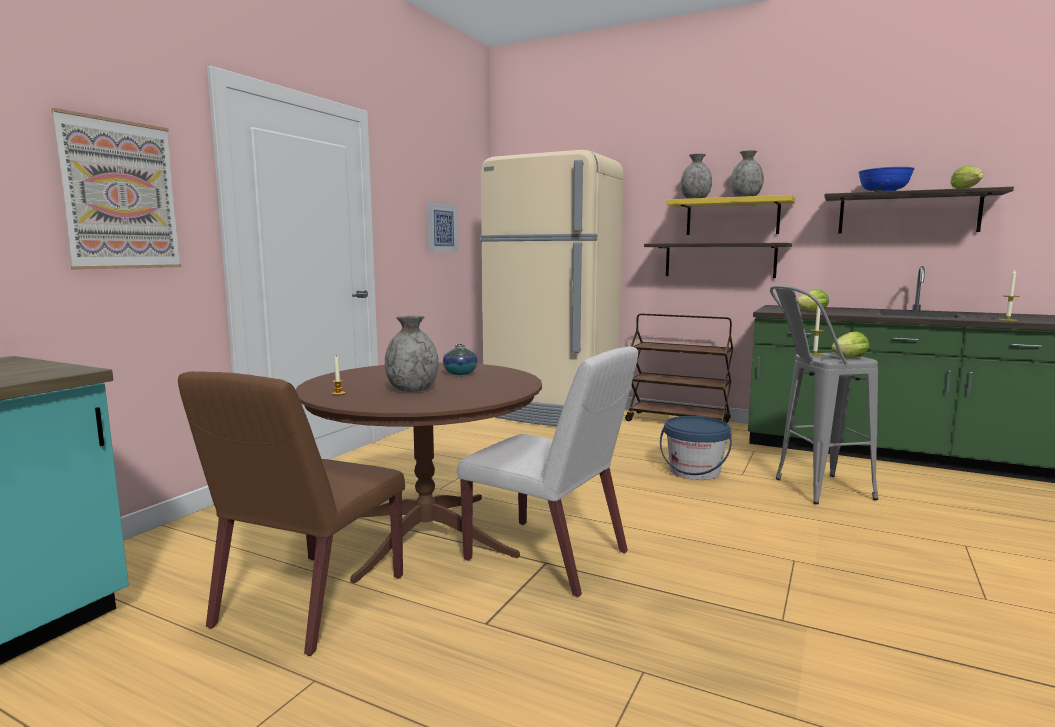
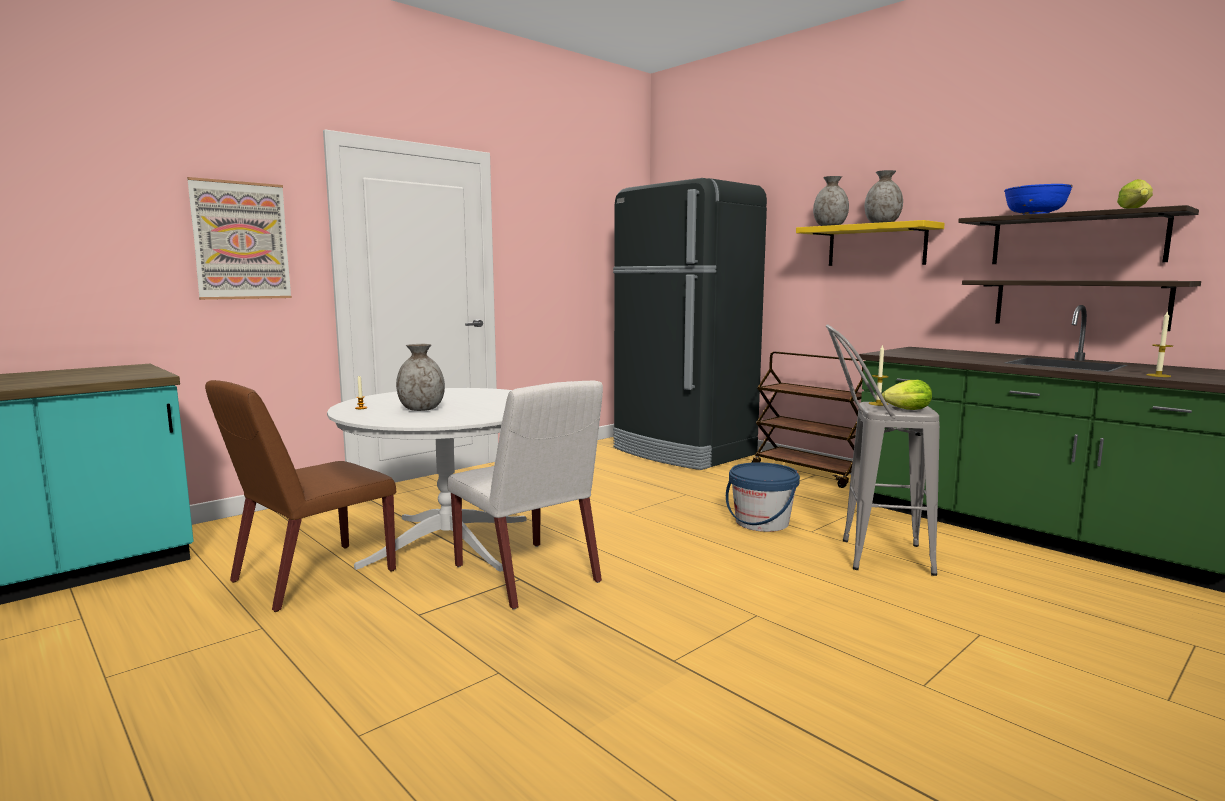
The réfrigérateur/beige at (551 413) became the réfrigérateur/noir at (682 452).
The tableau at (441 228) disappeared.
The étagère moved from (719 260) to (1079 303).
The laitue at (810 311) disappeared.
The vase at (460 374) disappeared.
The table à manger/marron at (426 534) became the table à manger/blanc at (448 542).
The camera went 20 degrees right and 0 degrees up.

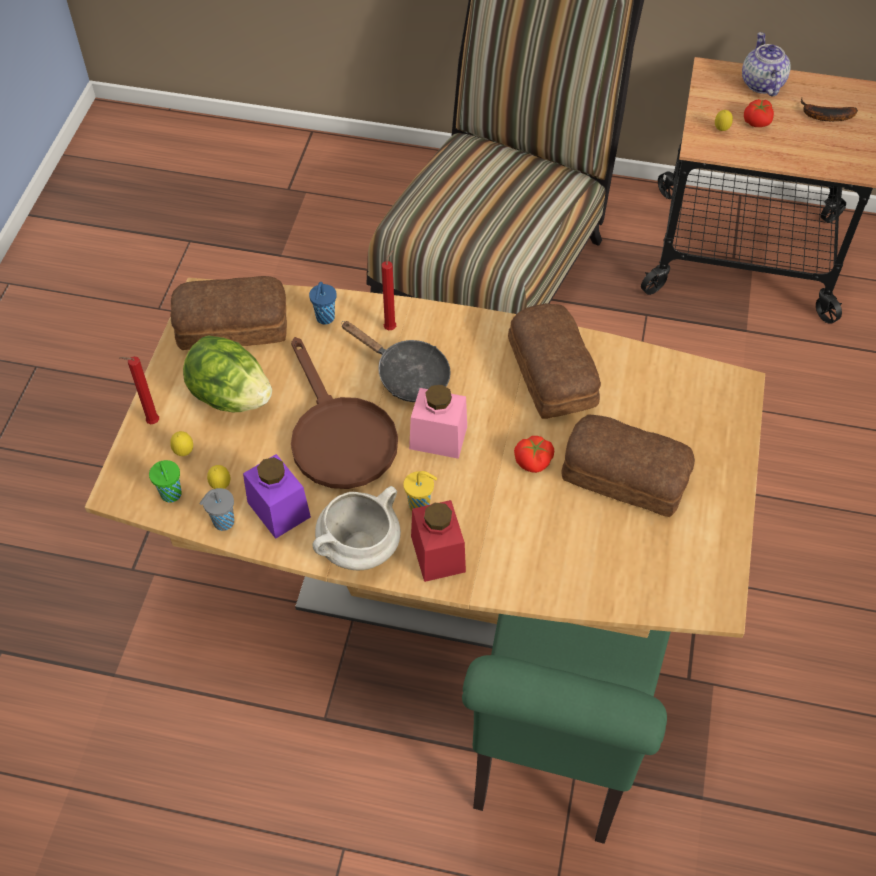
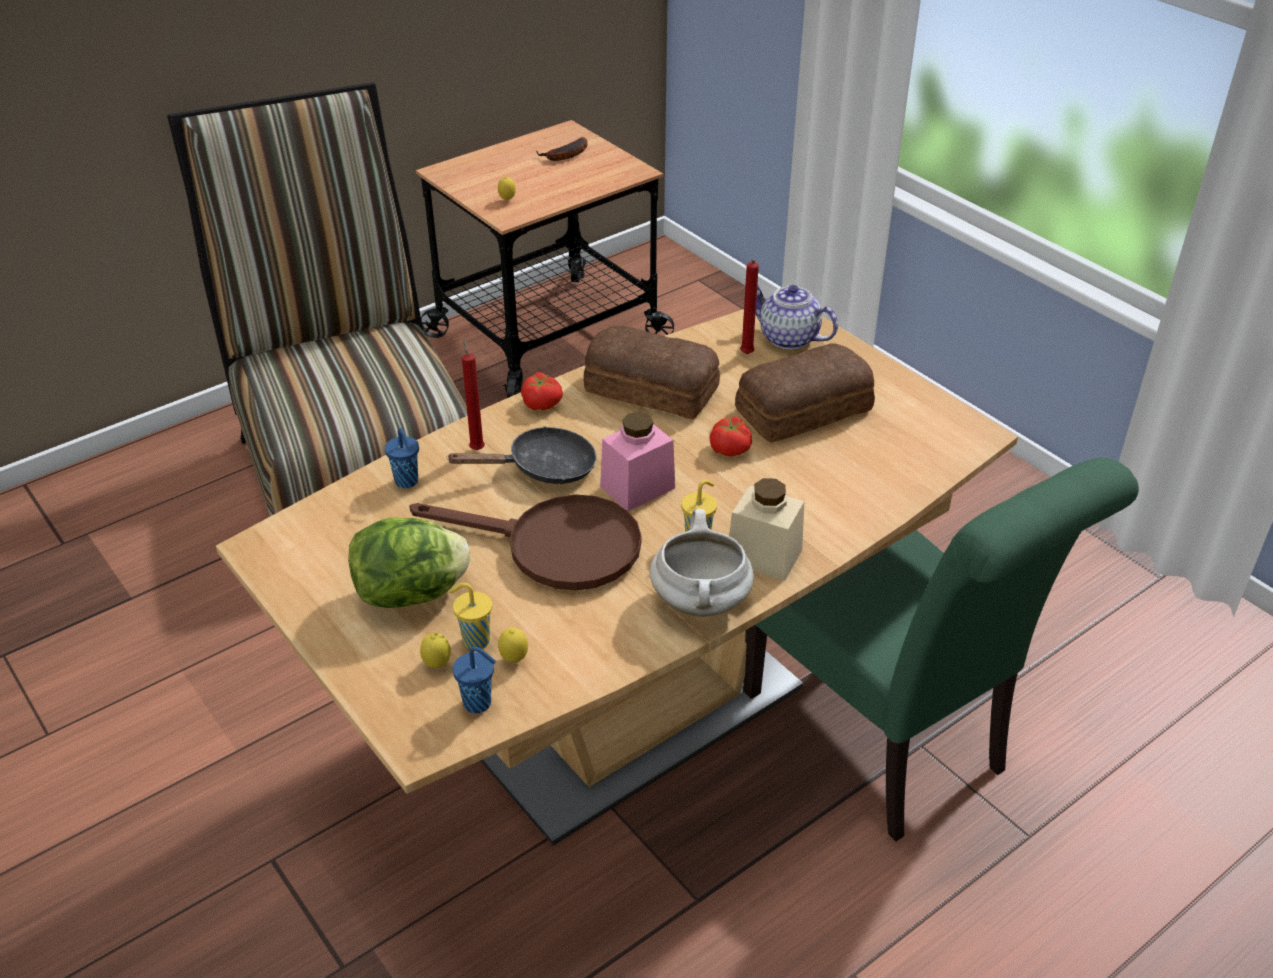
The théière moved from (761 83) to (788 338).
The tomate moved from (757 122) to (542 403).
The pain at (234 327) disappeared.
The bougie/rouge moved from (151 423) to (746 355).
The bocal/violet at (279 509) disappeared.
The tasse/vert at (171 495) became the tasse/bleu at (479 703).
The tasse/gris at (222 523) disappeared.
The bocal/rouge at (438 554) became the bocal/beige at (764 556).
The tasse/jaune at (474 640) appeared.
The camera went 50 degrees left and 15 degrees down.

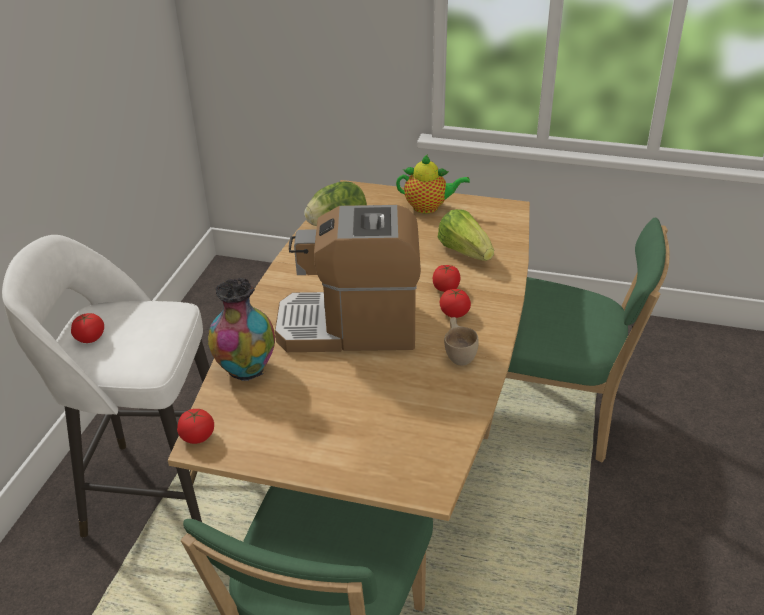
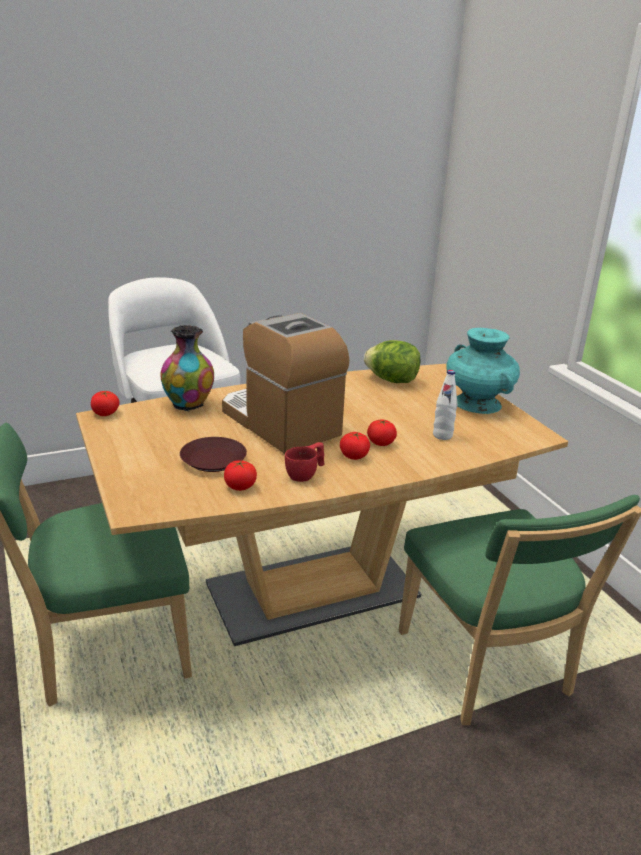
The théière at (428 207) was replaced by the vase/turquoise at (477 403).
The laitue at (465 252) was replaced by the bouteille/blanc at (442 435).
The tomate moved from (90 338) to (240 486).
The tasse/beige at (459 353) became the tasse/rouge at (306 474).
The assiette/marron at (213 459) appeared.
The camera went 50 degrees right and 10 degrees down.

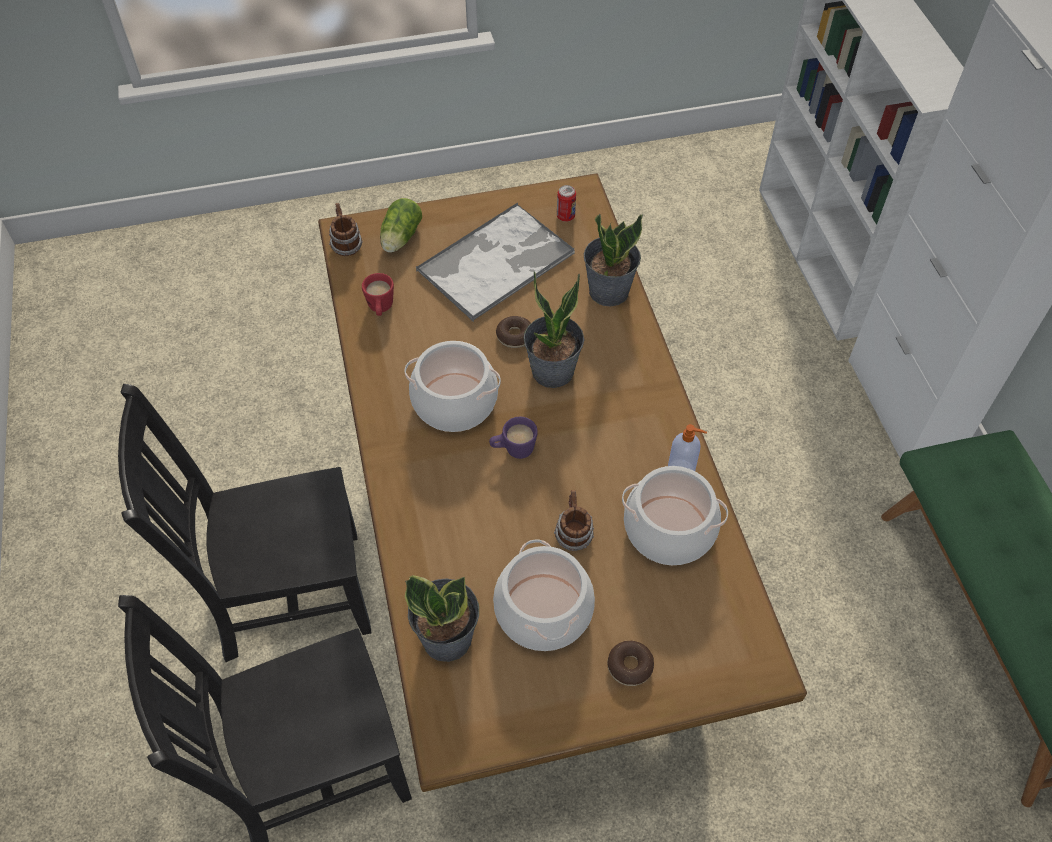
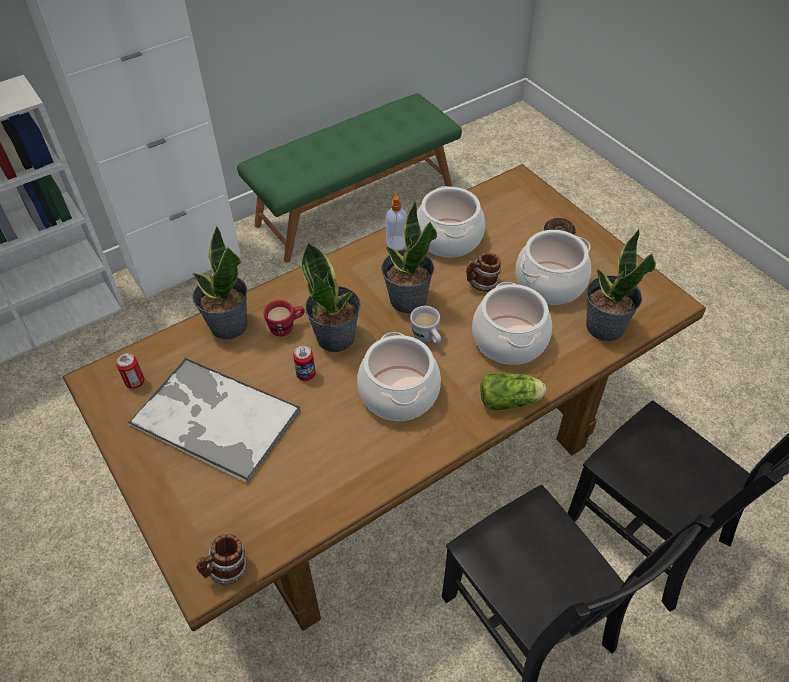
The laitue moved from (400 239) to (511 401).
The mug/rouge moved from (380 309) to (287 327).
The beignet at (515 336) was replaced by the boîte métallique at (306 374).
The mug/violet at (513 450) became the mug/blanc at (427 339).
The plante en pot at (407 300) appeared.
The marmite at (510 340) appeared.
The camera went 110 degrees left and 5 degrees down.

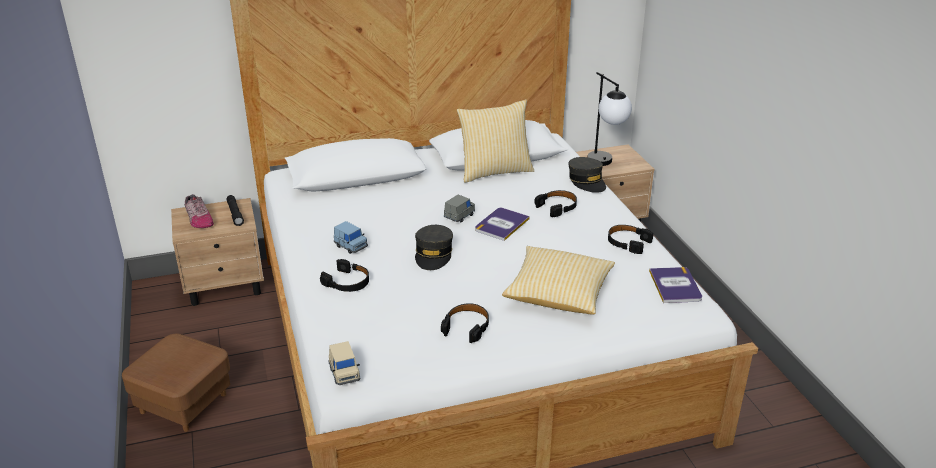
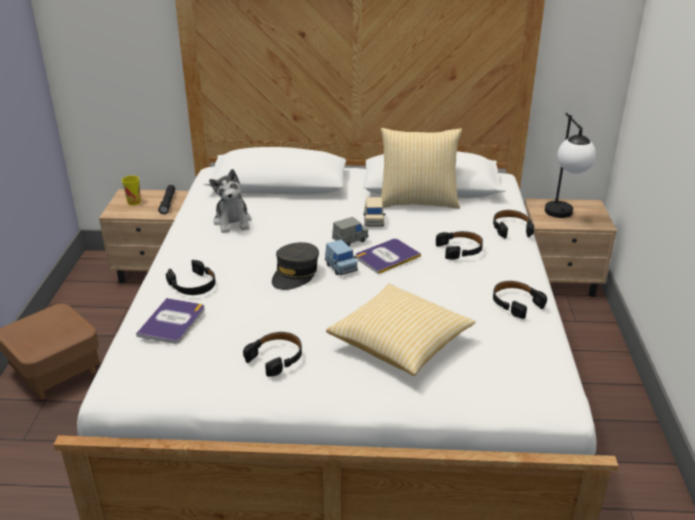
The casquette/gris at (587 181) was replaced by the casque audio/noir at (511 228).
The chaussure at (198 219) was replaced by the tasse at (134 202).
The petite voiture/bleu moved from (351 246) to (341 267).
The livre moved from (675 286) to (172 322).
The petite voiture/beige moved from (344 373) to (373 221).
The peluche at (233 222) appeared.
The camera went 20 degrees right and 0 degrees up.

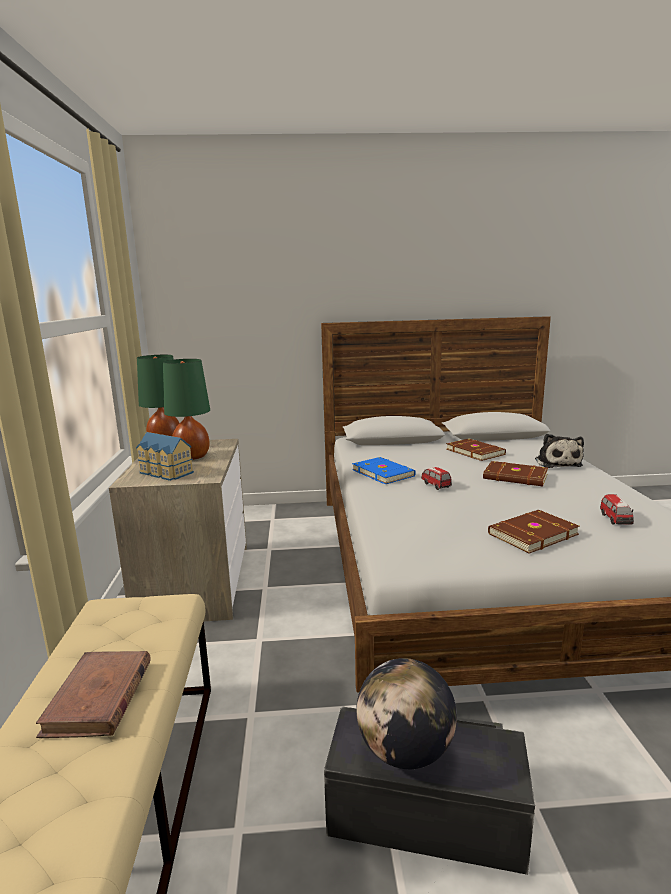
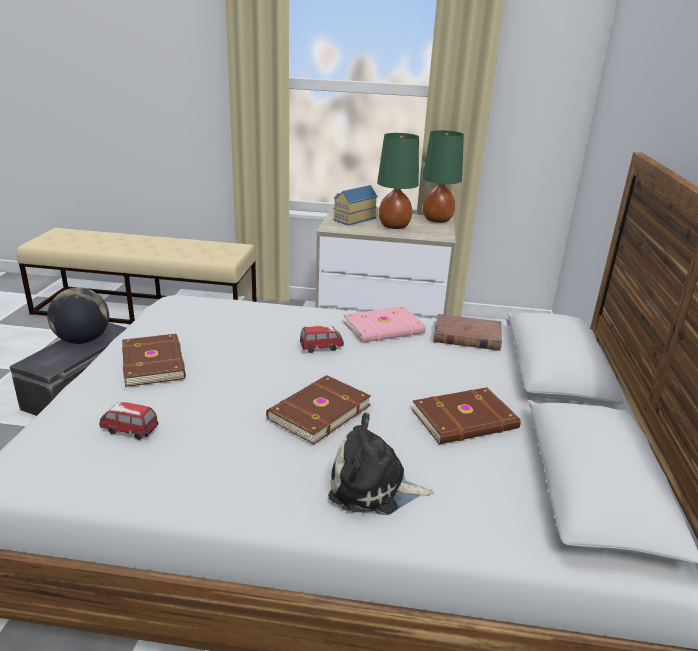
The livre/bleu at (383 473) became the livre/rose at (384 328).
The livre/marron moved from (99 698) to (466 336).
The camera went 100 degrees right and 10 degrees up.

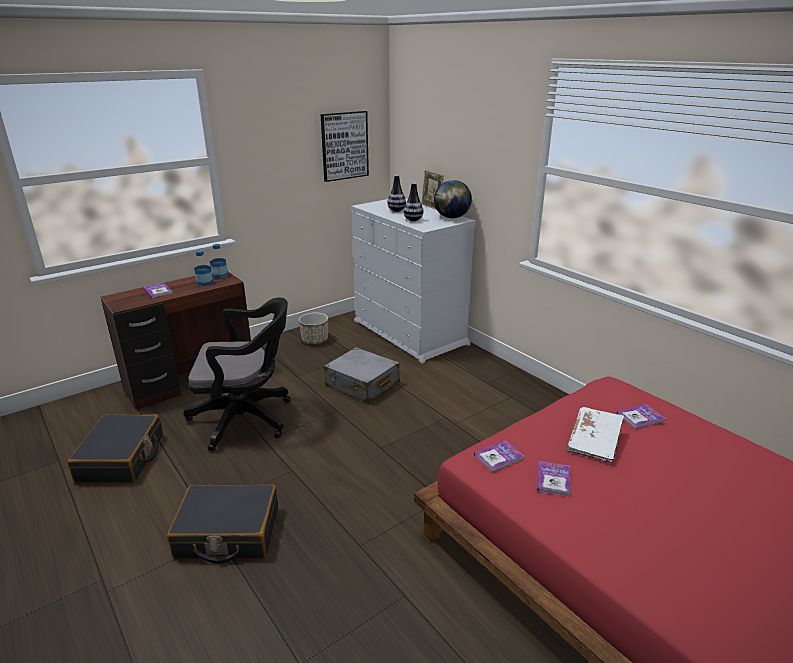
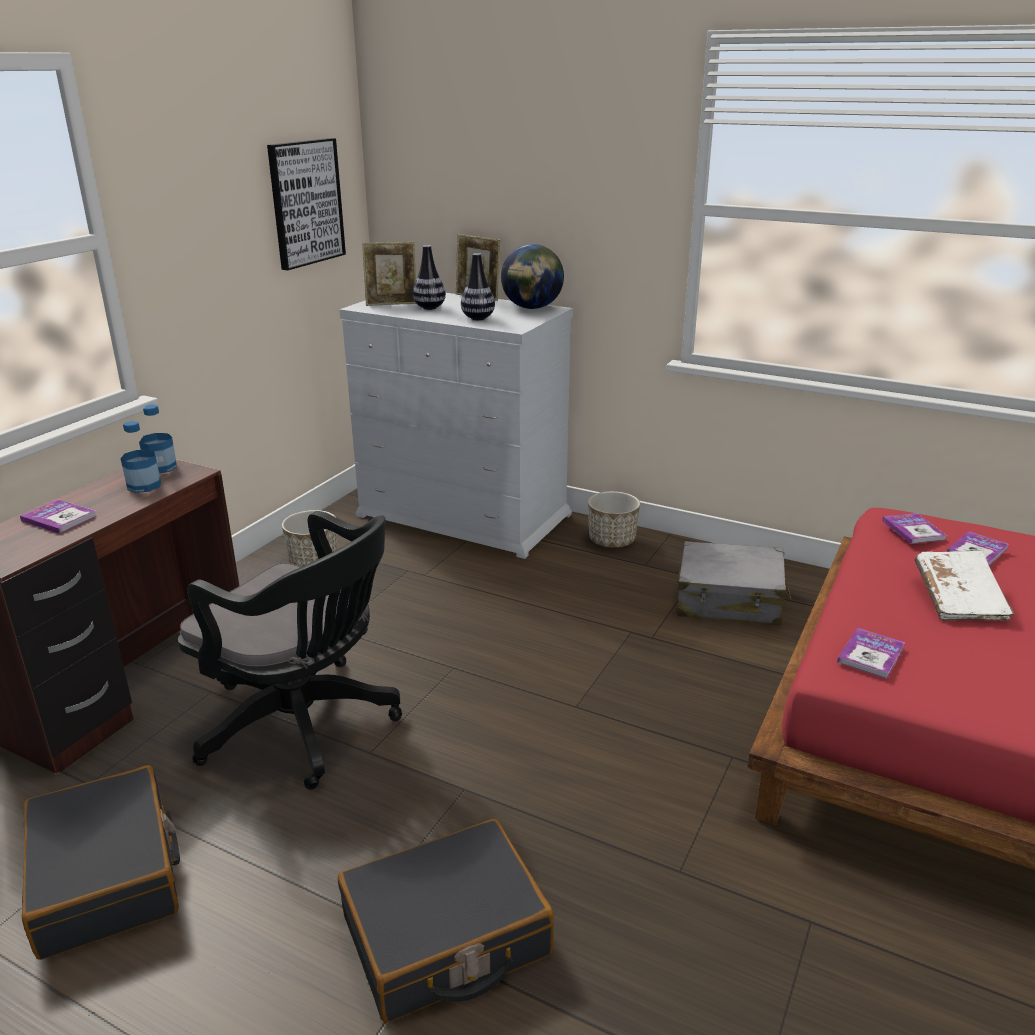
The chaise de bureau/noir at (247 419) turned 60 degrees clockwise.
The valise/gris moved from (362 385) to (729 600).
The livre moved from (553 479) to (913 530).
The cadre photo at (392 304) appeared.
The cache-pot at (612 540) appeared.
The camera went 25 degrees left and 0 degrees up.

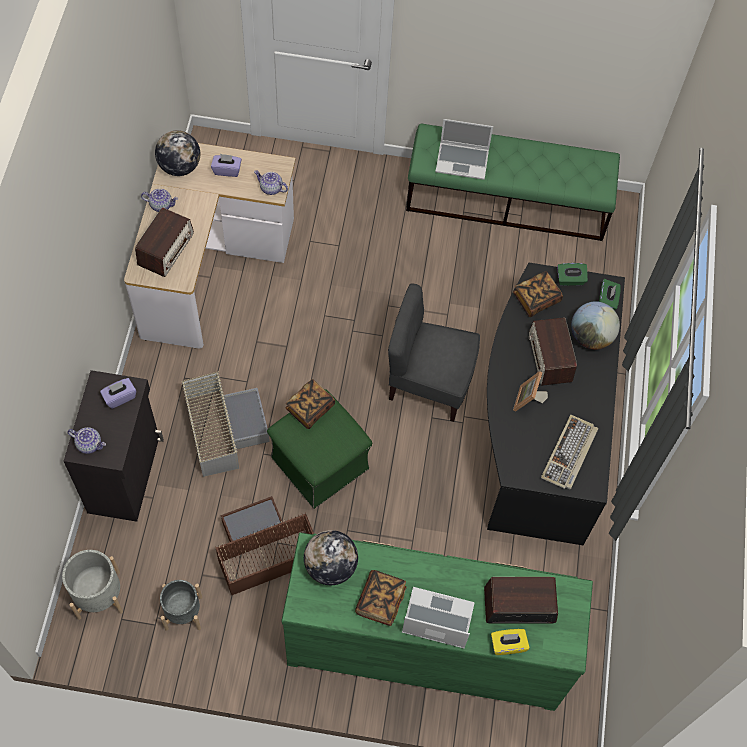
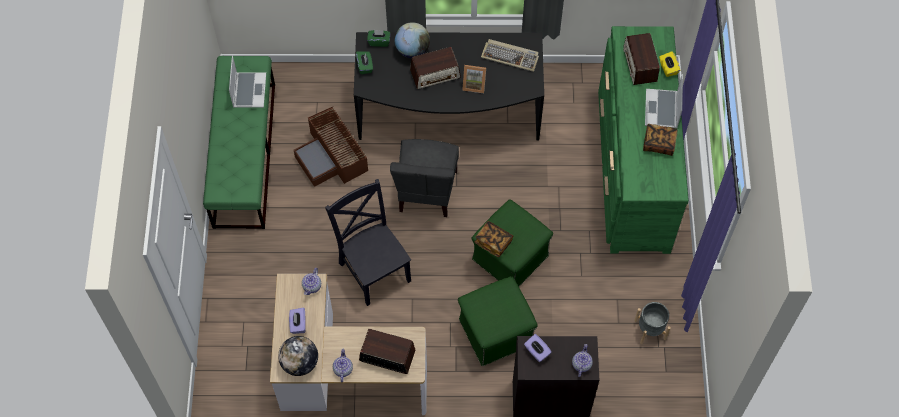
The ordinateur portable moved from (463 161) to (249 90).
The livre at (536 299) disappeared.
The boîte de rangement/gris at (222 428) was replaced by the pouf/vert at (495 332).
The boîte de rangement/marron moved from (263 551) to (332 157).
The globe at (330 566) disappeared.
The cache-pot/gris at (98 595) disappeared.
The chaise/noir at (373 269) appeared.
The camera went 95 degrees left and 0 degrees up.

